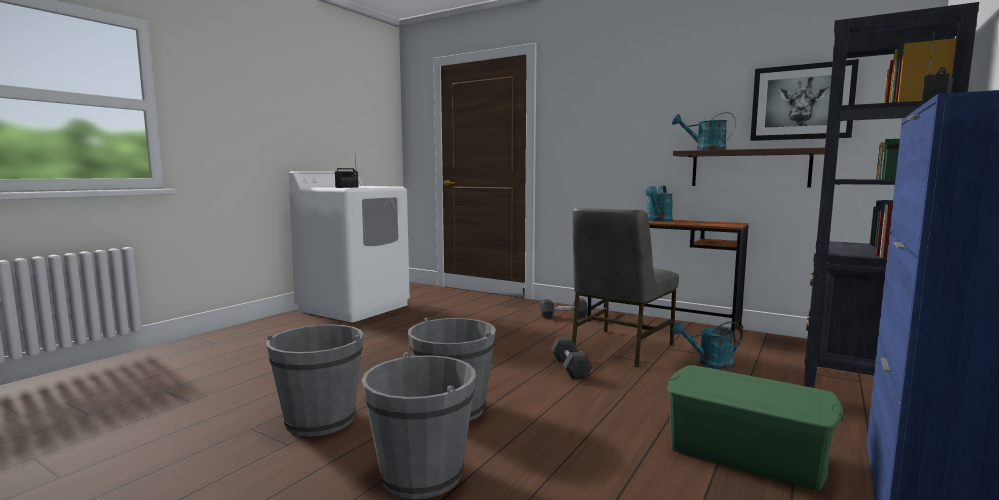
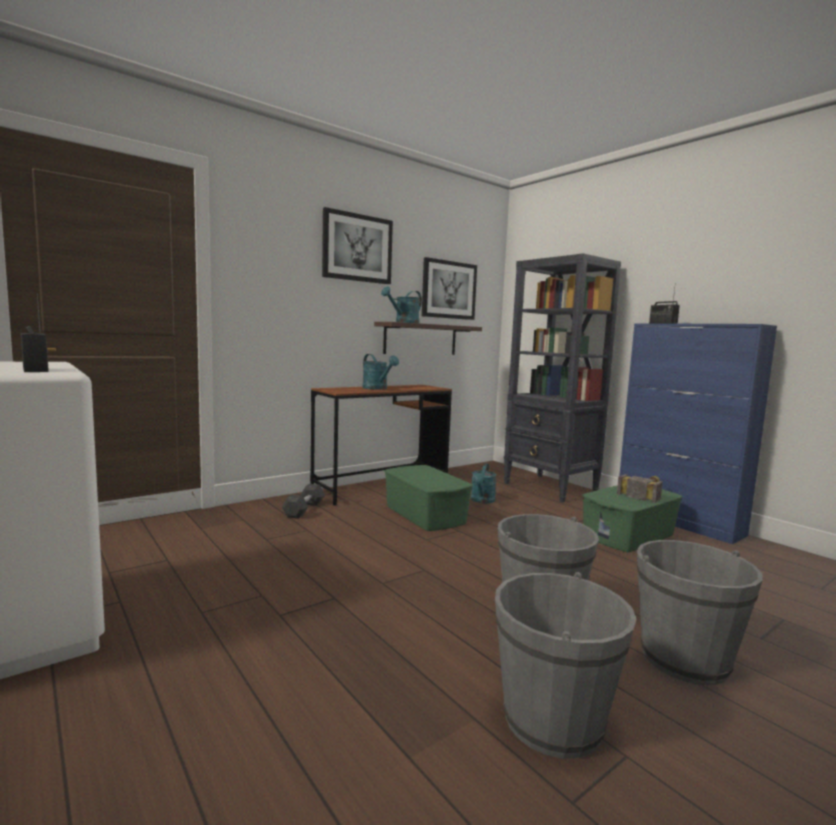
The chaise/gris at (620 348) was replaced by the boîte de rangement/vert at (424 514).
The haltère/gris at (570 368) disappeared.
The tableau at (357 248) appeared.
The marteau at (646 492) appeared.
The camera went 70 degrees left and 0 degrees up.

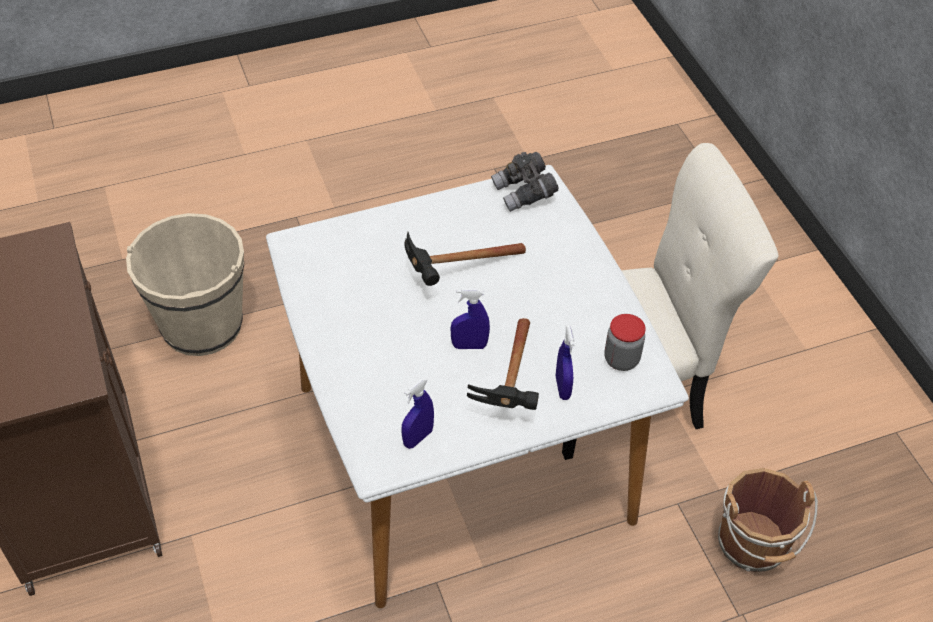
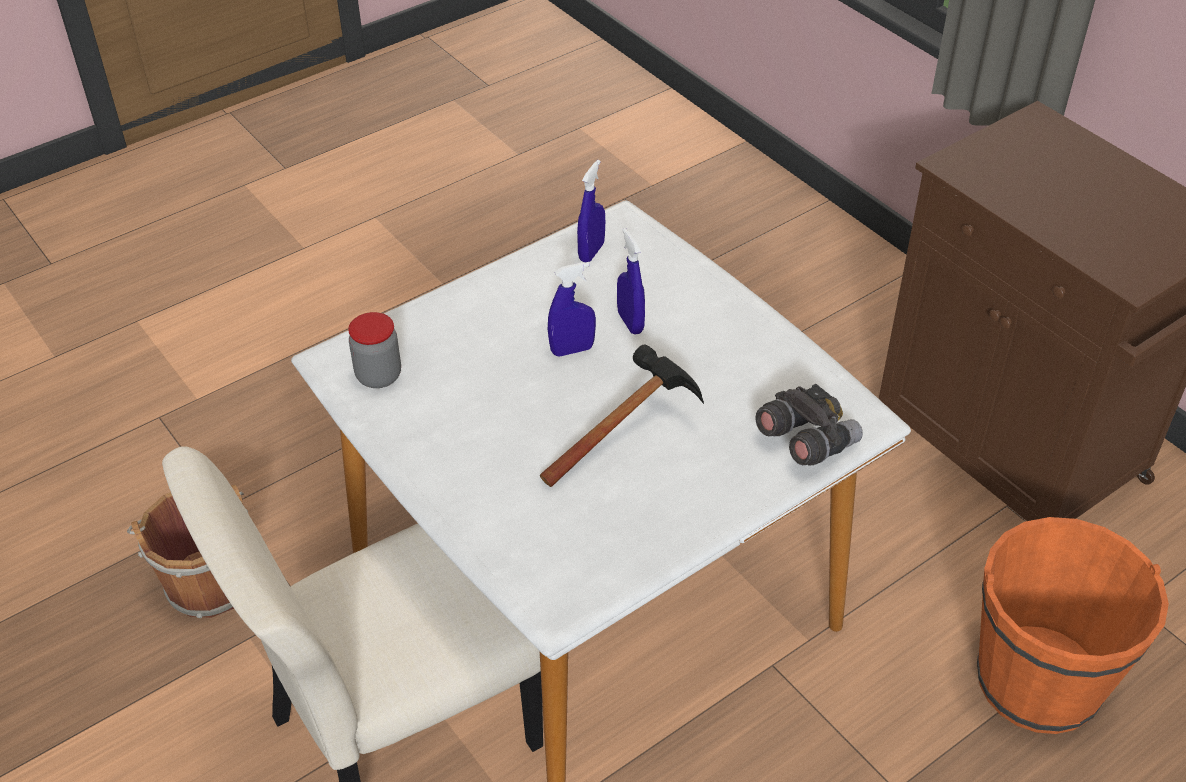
The jumelles/gris moved from (524 193) to (805 442).
The seau/beige at (202 324) became the seau/orange at (1038 681).
The marteau at (511 389) disappeared.
The vaporisateur/bleu moved from (562 387) to (630 322).
The camera went 165 degrees right and 5 degrees down.

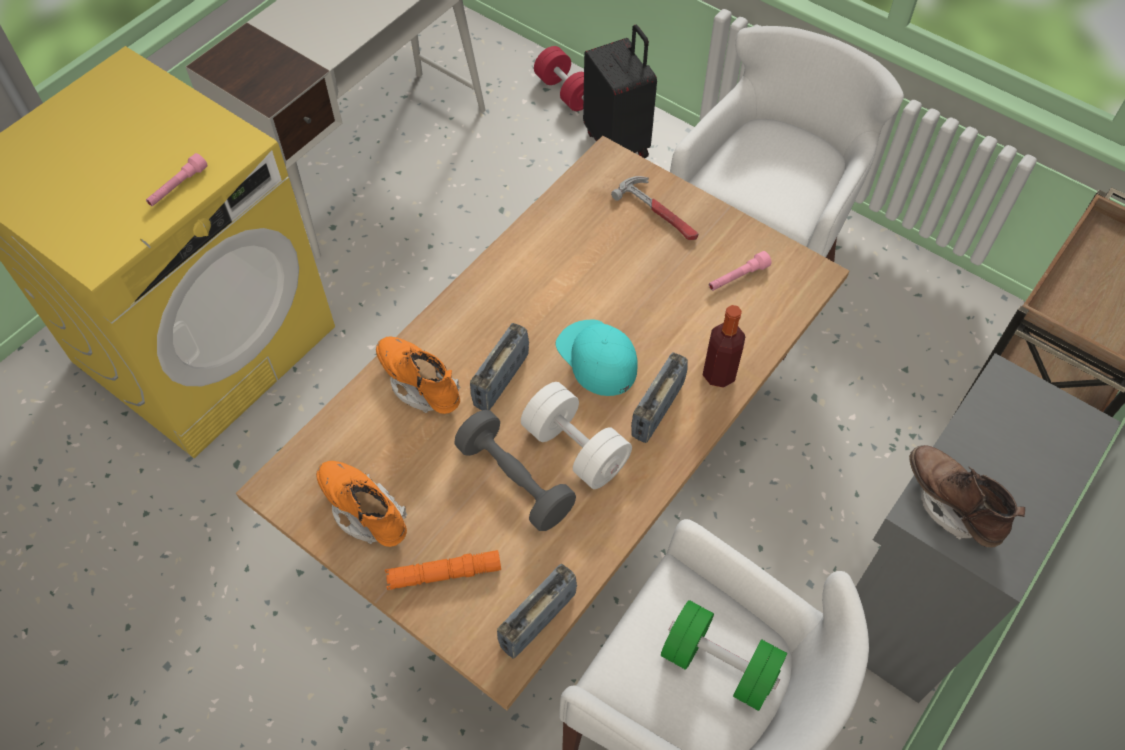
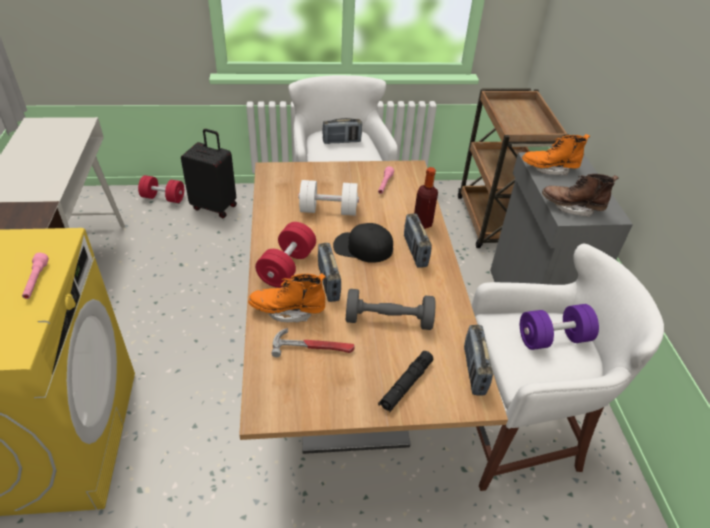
The marteau moved from (659 212) to (314 347).
The casquette/turquoise at (596 358) became the casquette/noir at (362 247).
The haltère/blanc moved from (575 448) to (328 210).
The botte/orange moved from (364 511) to (549 169).
The lampe de poche/orange at (444 573) became the lampe de poche/noir at (406 385).
The haltère/vert at (719 664) became the haltère/violet at (553 338).
The radio at (341 141) appeared.
The haltère/rouge at (287 267) appeared.
The camera went 45 degrees left and 15 degrees down.

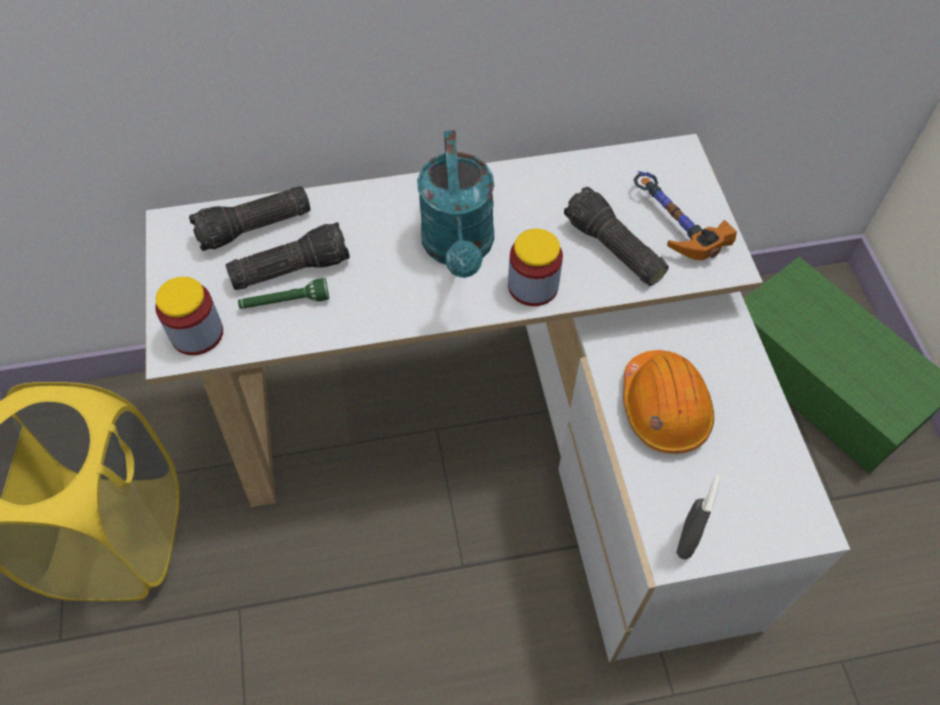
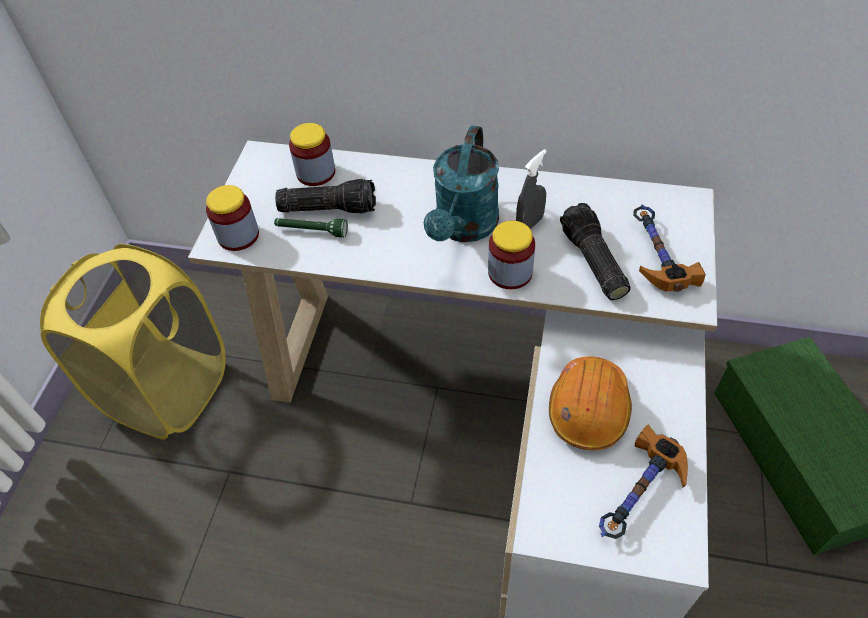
The lampe de poche at (254 229) was replaced by the bocal at (316 172).
The vaporisateur/gris moved from (687 539) to (529 224).
The marteau at (638 495) appeared.
The camera went 25 degrees right and 5 degrees down.

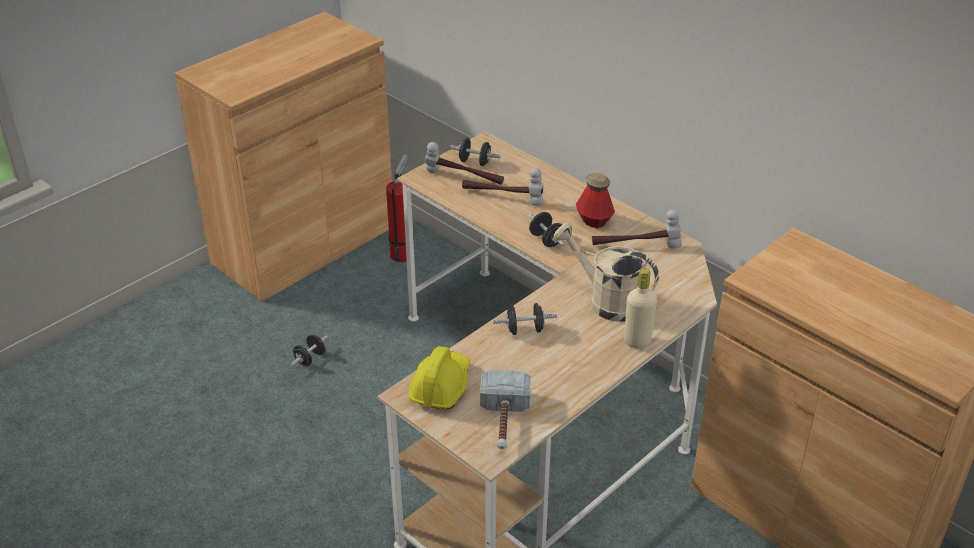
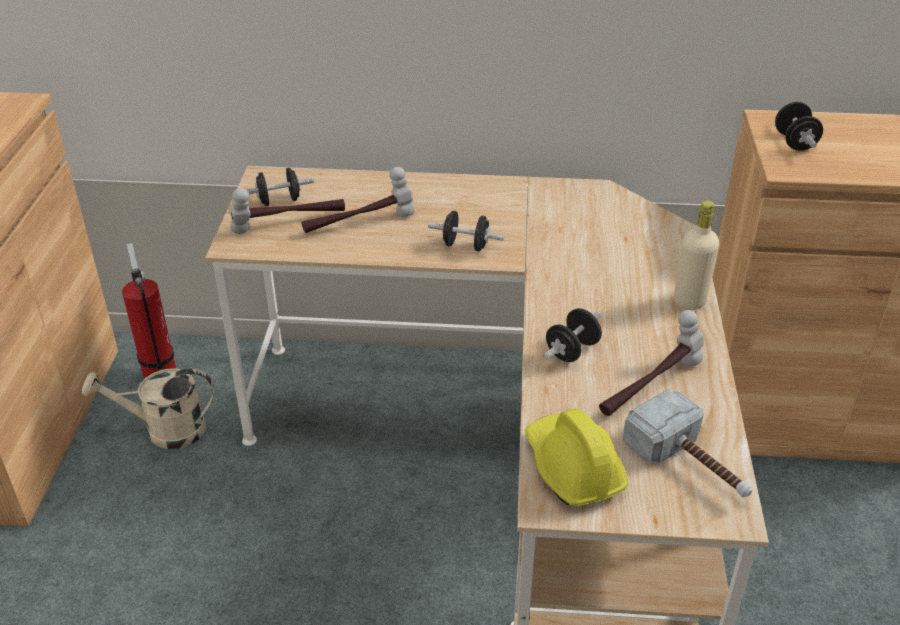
The bouteille at (594 220) disappeared.
The marteau moved from (636 245) to (650 386).
The arrosoir/beige moved from (606 300) to (164 430).
The haltère/noir moved from (310 359) to (794 142).
The camera went 40 degrees left and 0 degrees up.

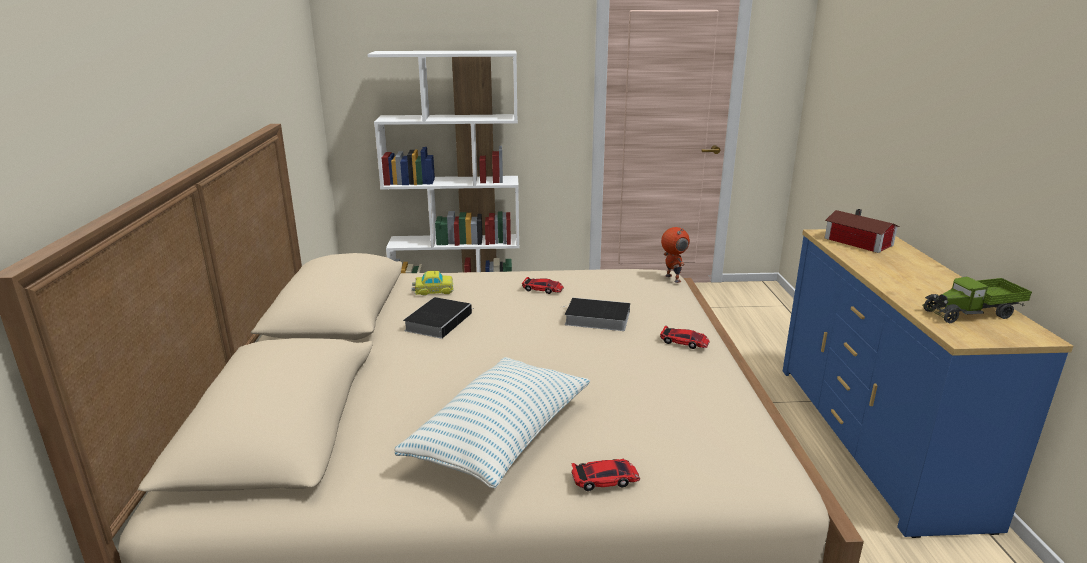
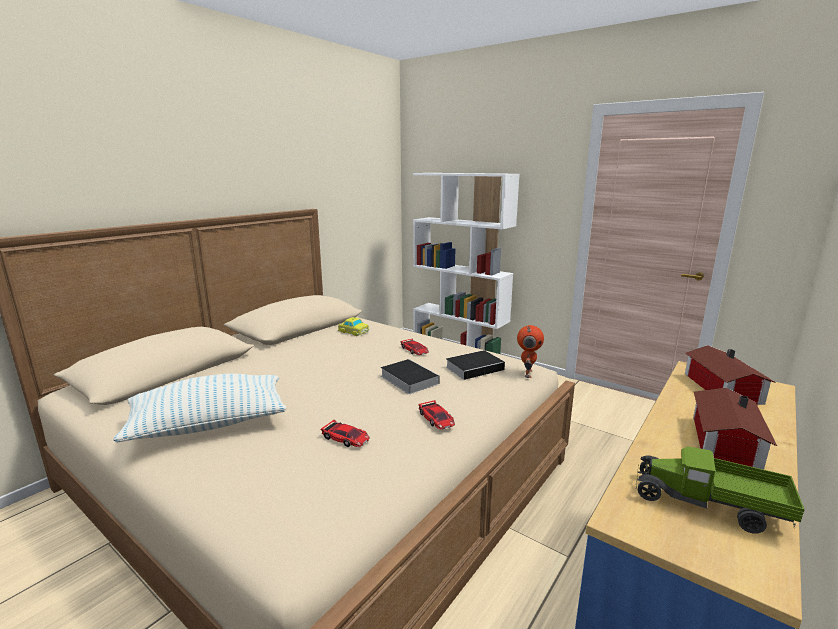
The livre moved from (439 321) to (475 368).
The petite voiture moved from (605 478) to (345 438).
The maison miniature at (722 442) appeared.
The camera went 40 degrees right and 5 degrees down.

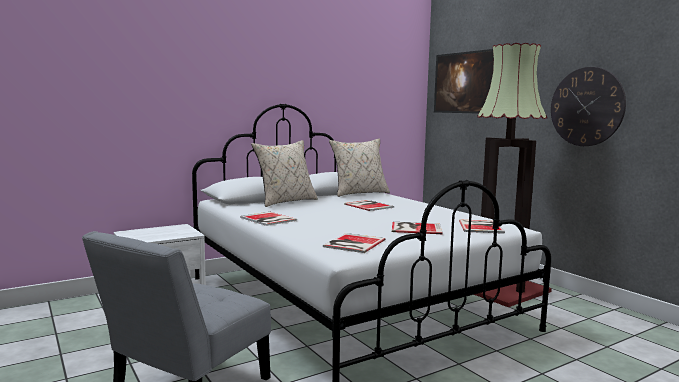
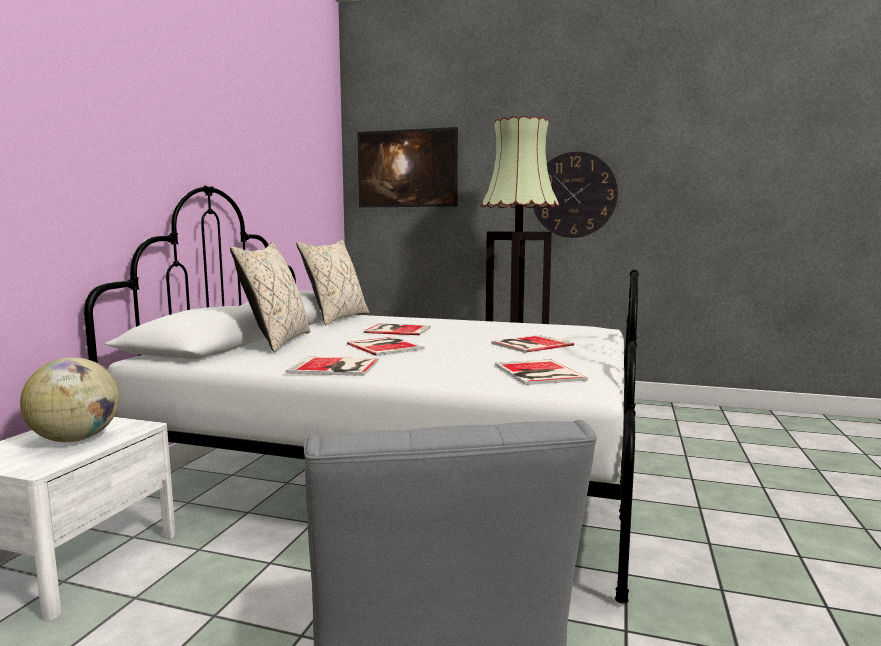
The livre moved from (481 226) to (385 346).
The globe at (76 439) appeared.
The camera went 40 degrees left and 0 degrees up.

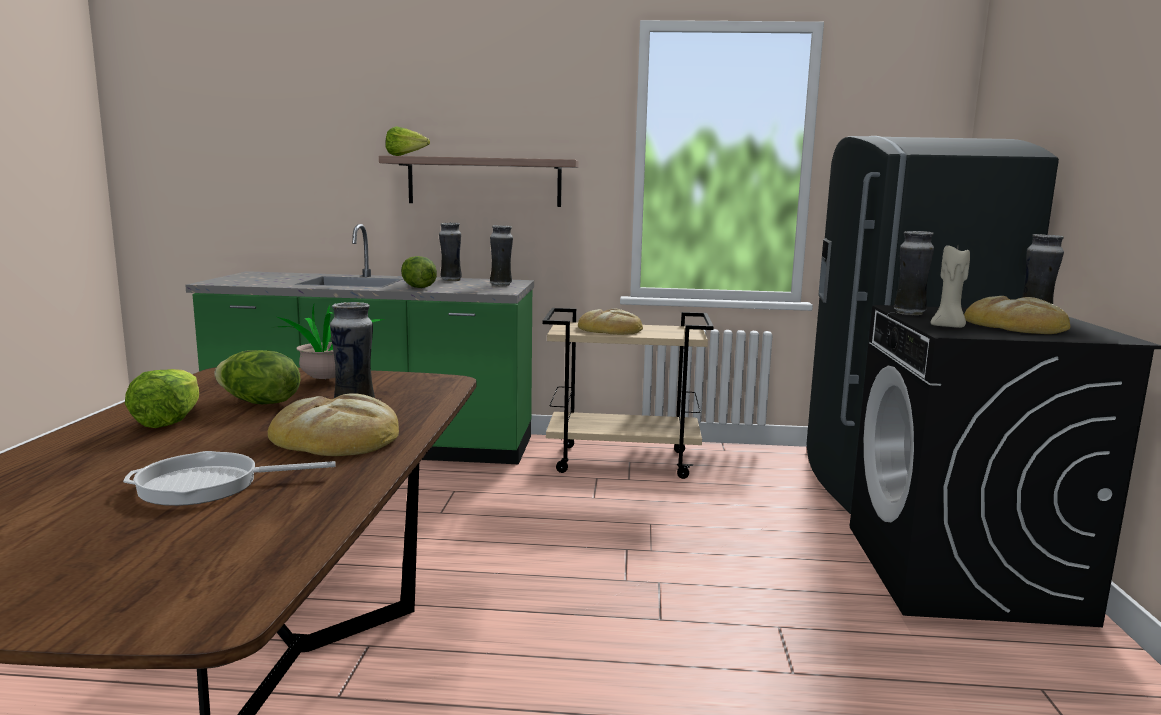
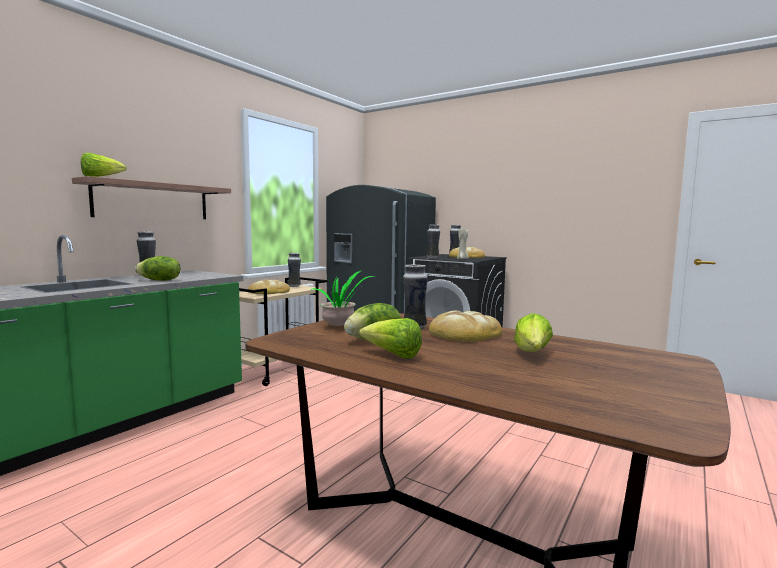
The vase moved from (501 285) to (294 286).
The poêle at (208 485) was replaced by the laitue at (532 354).
The camera went 60 degrees left and 5 degrees down.

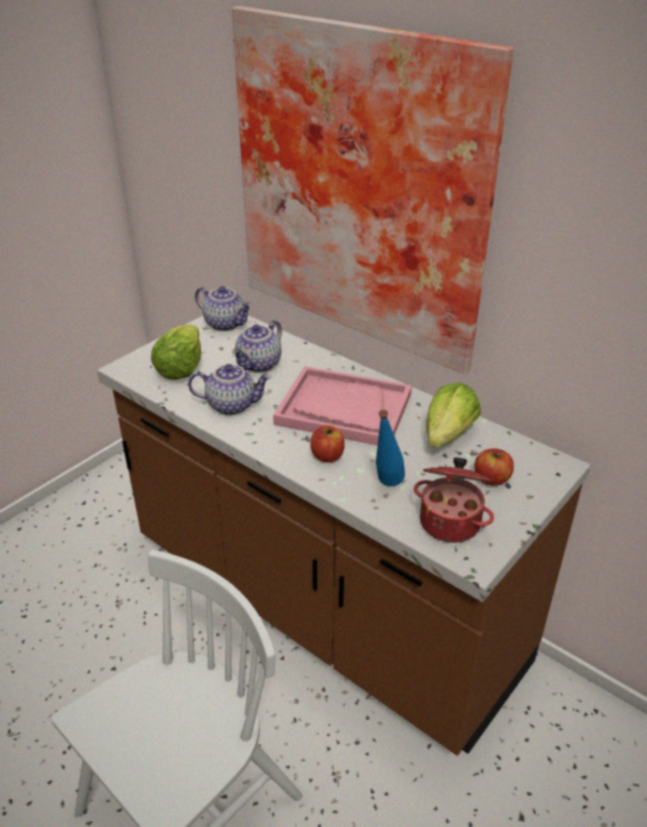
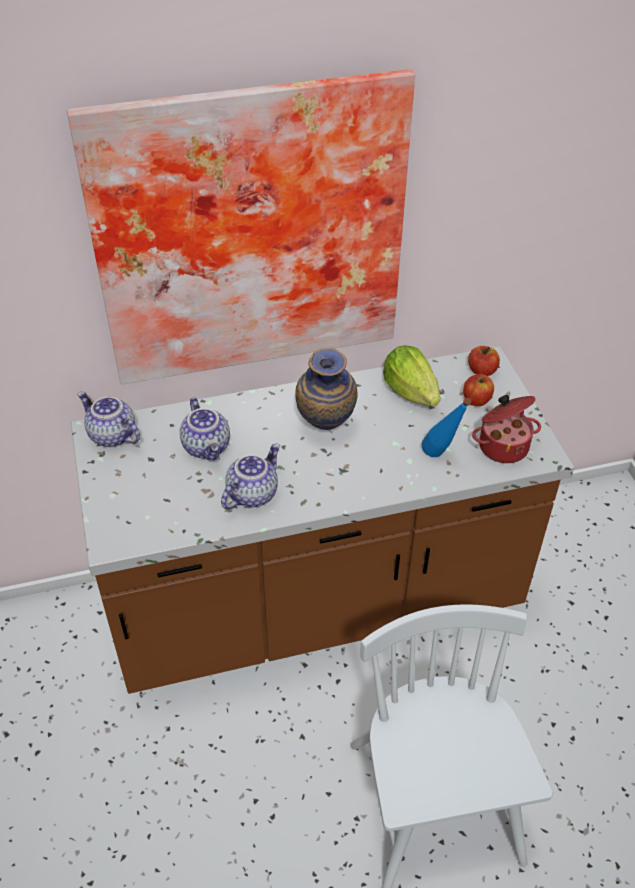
The théière at (226 324) turned 120 degrees counterclockwise.
The laitue at (180 369) disappeared.
The plateau/rose at (343 409) was replaced by the vase at (325 429).
The pomme moved from (327 456) to (481 371).
The camera went 55 degrees left and 10 degrees up.

